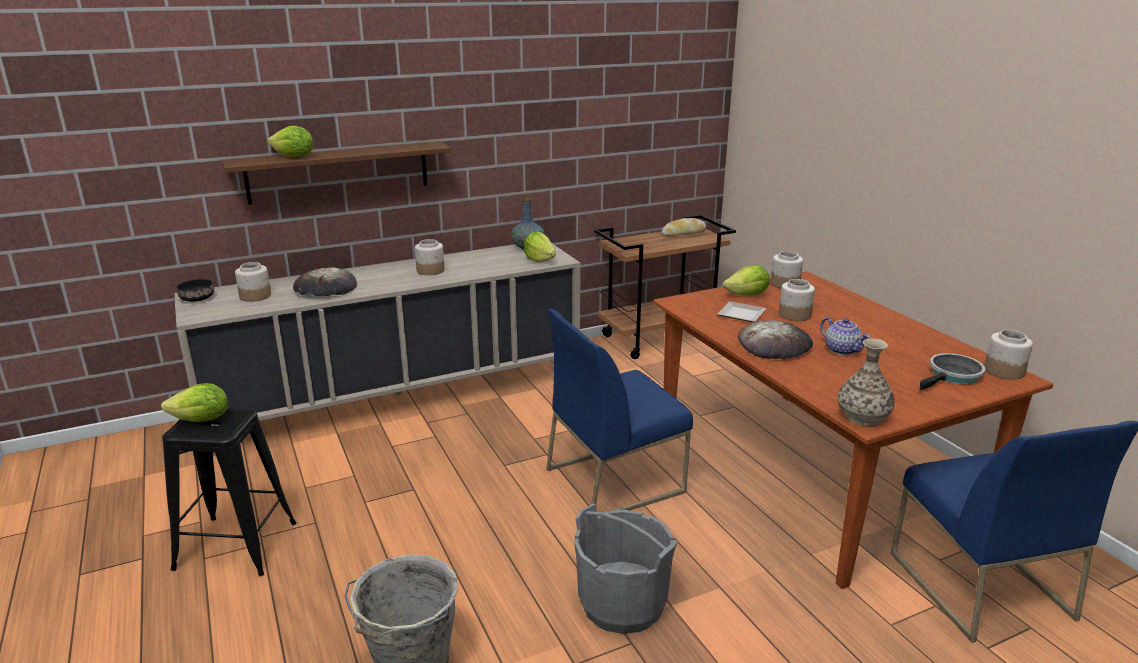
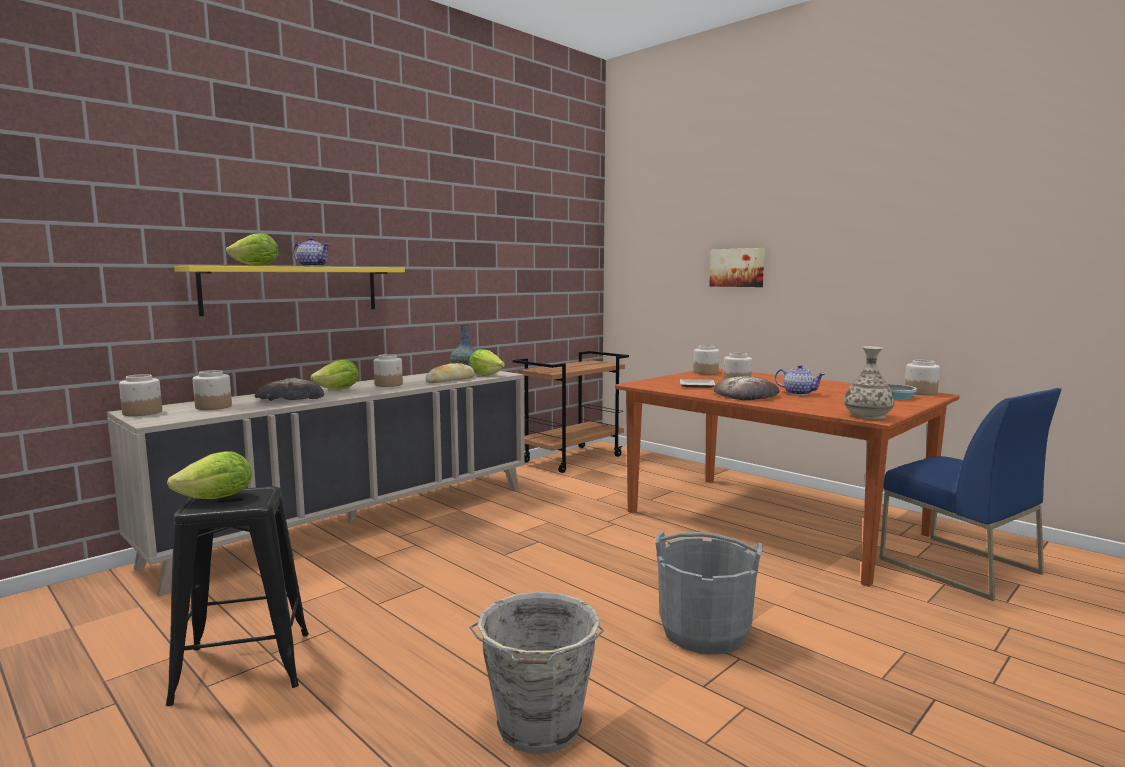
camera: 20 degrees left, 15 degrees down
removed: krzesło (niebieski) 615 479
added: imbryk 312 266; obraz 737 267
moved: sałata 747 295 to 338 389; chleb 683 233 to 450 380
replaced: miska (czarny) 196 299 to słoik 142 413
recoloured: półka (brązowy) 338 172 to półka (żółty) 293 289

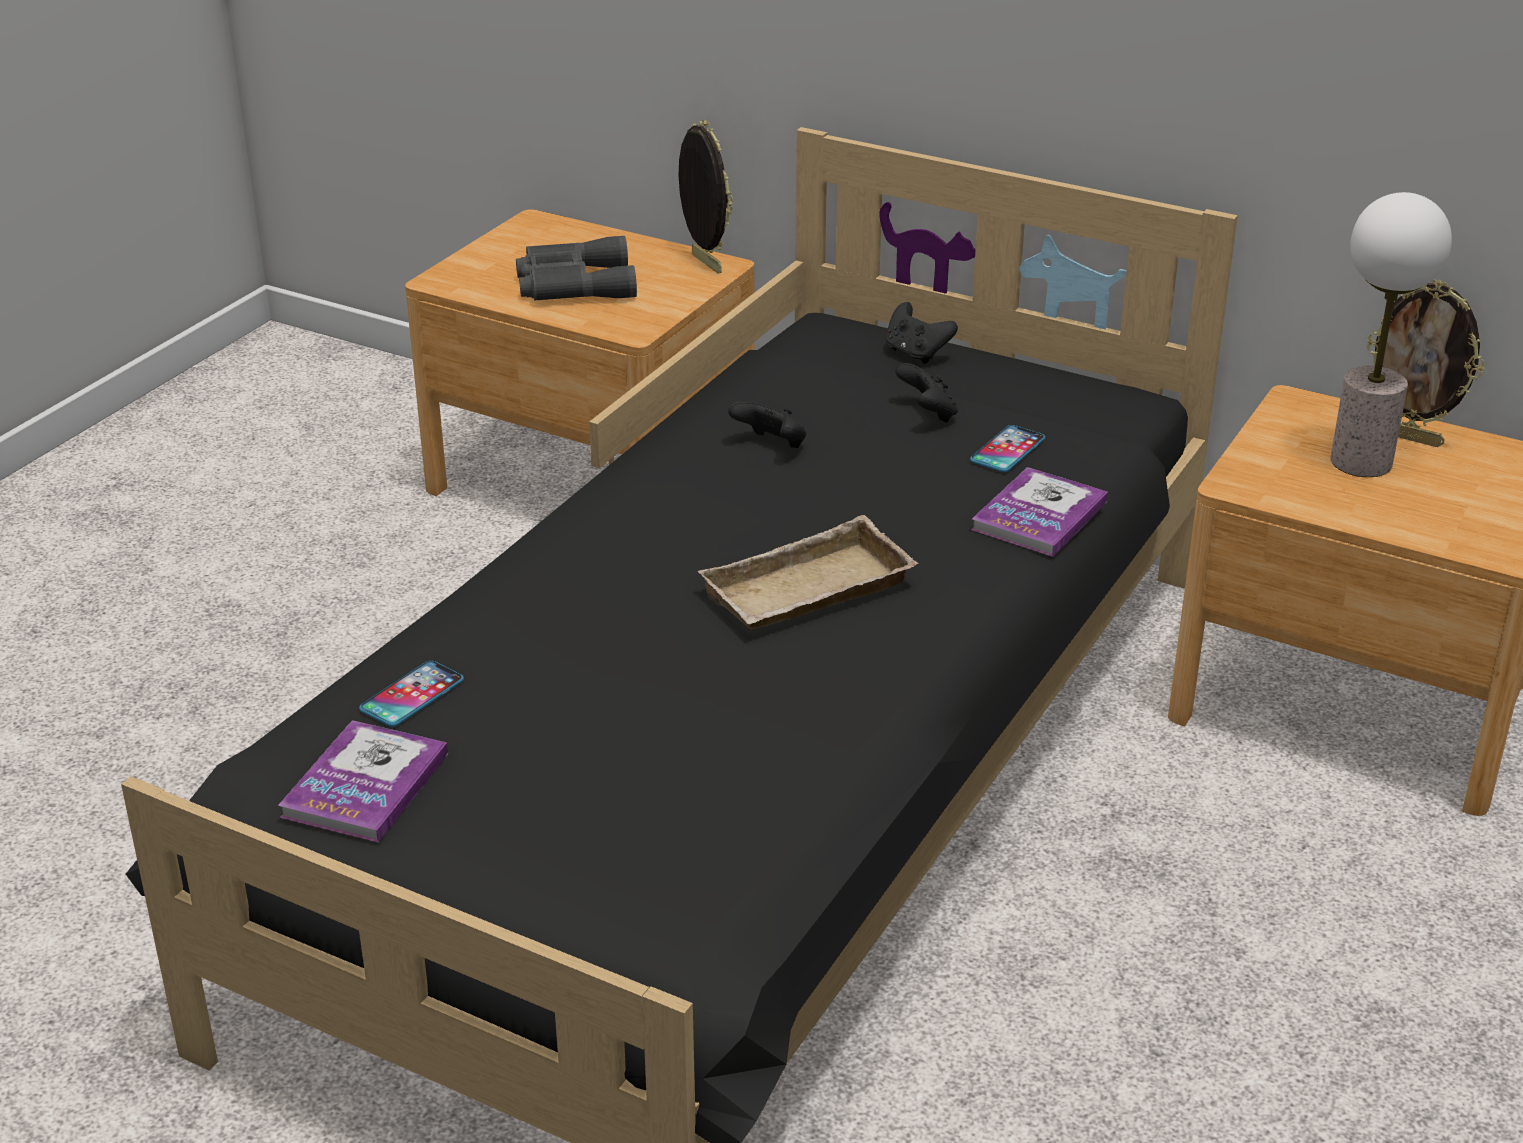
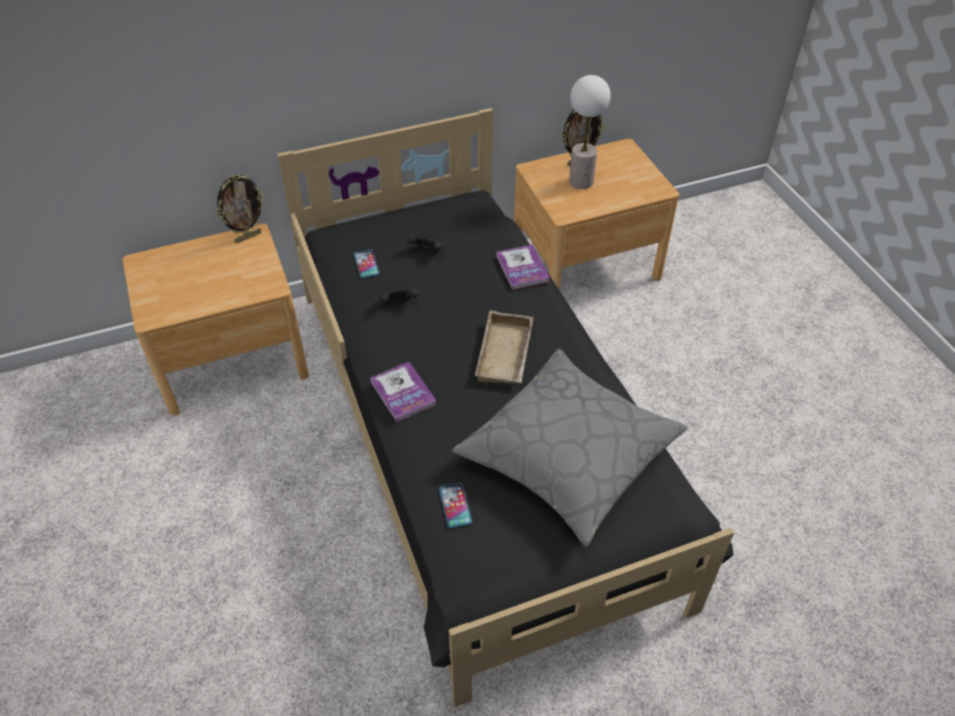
camera: 50 degrees left, 15 degrees up
removed: lornetka (szary) 572 284; pad do gier (czarny) 916 353
added: poduszka (szary) 569 454
moved: telefon 1007 450 to 366 264; książka 365 785 to 403 393
turned: ramka na zdjęcie 704 264 = 248 237 135 degrees clockwise

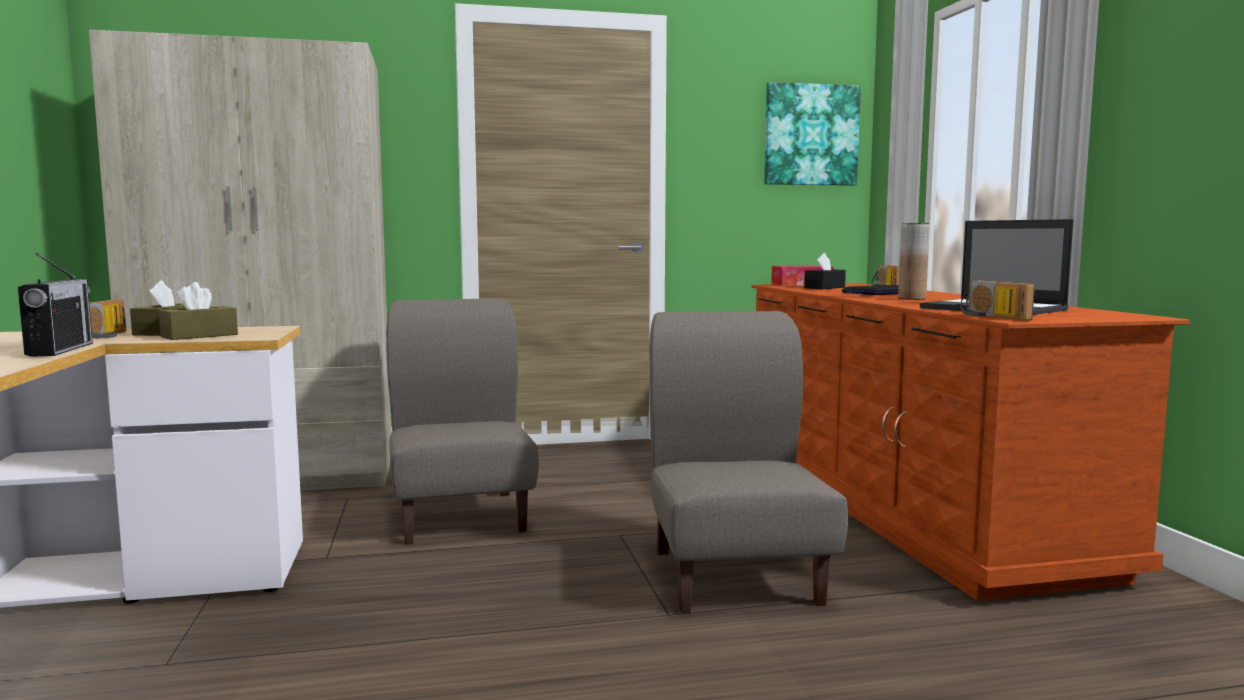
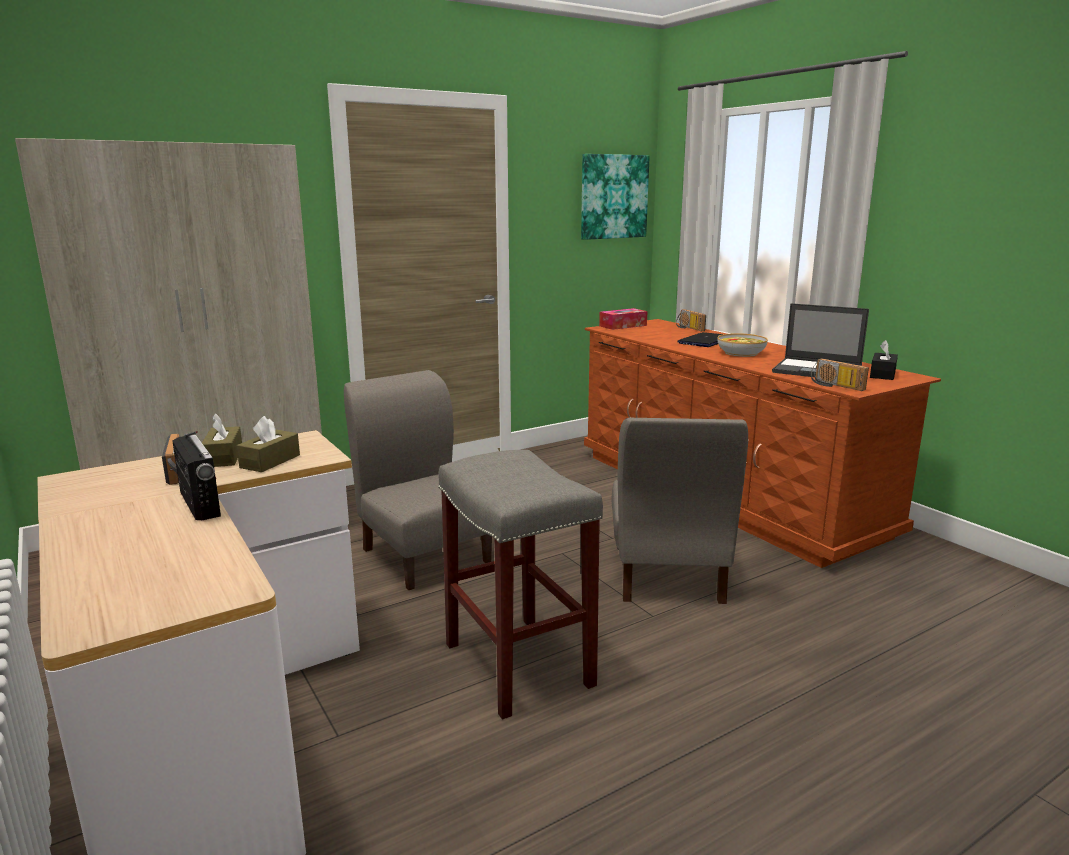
camera: 20 degrees left, 10 degrees up
added: stołek (szary) 520 665
moved: pudełko chusteczek (czarny) 824 287 to 882 374
replaced: wazon (brązowy) 911 298 to miska 741 353
turned: krzesło (szary) 735 575 = 668 575 150 degrees counterclockwise

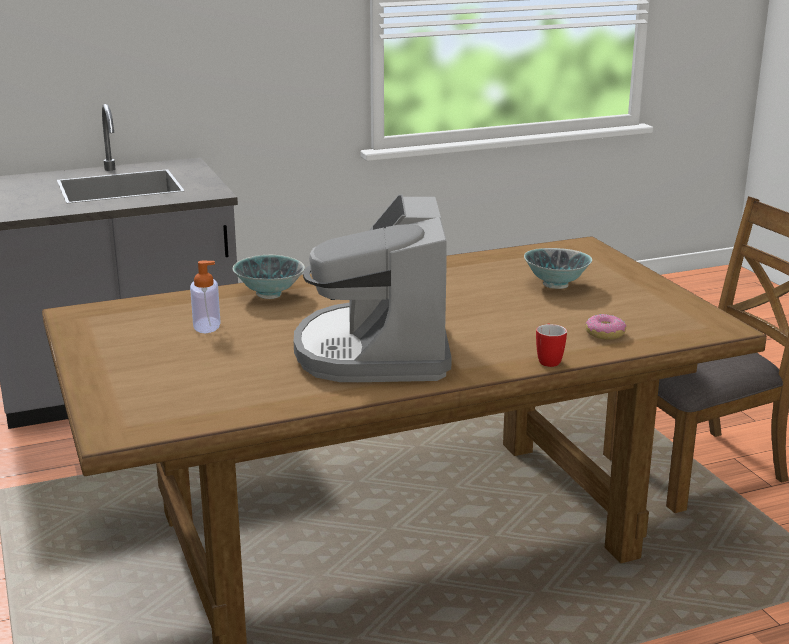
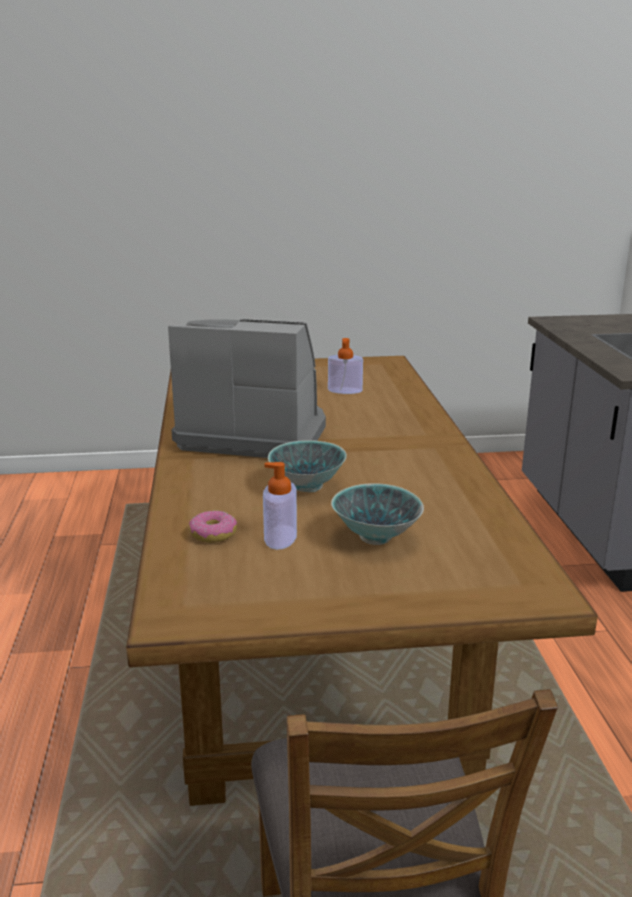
camera: 105 degrees right, 0 degrees up
removed: kubek 548 360
added: dozownik mydła 280 537
moved: miska 269 295 to 307 486

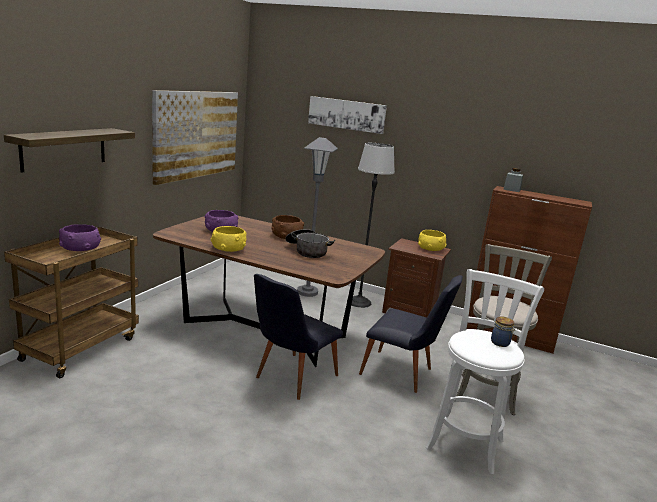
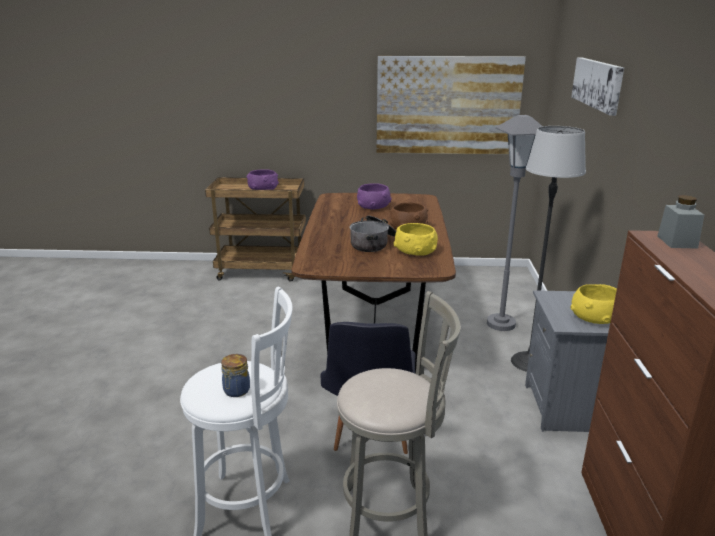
camera: 70 degrees right, 5 degrees up
removed: półka 64 149; krzesło (czarny) 290 378
moved: miska (żółty) 228 249 to 415 251
recoloured: szafka nocna (brązowy) 410 311 to szafka nocna (szary) 564 408

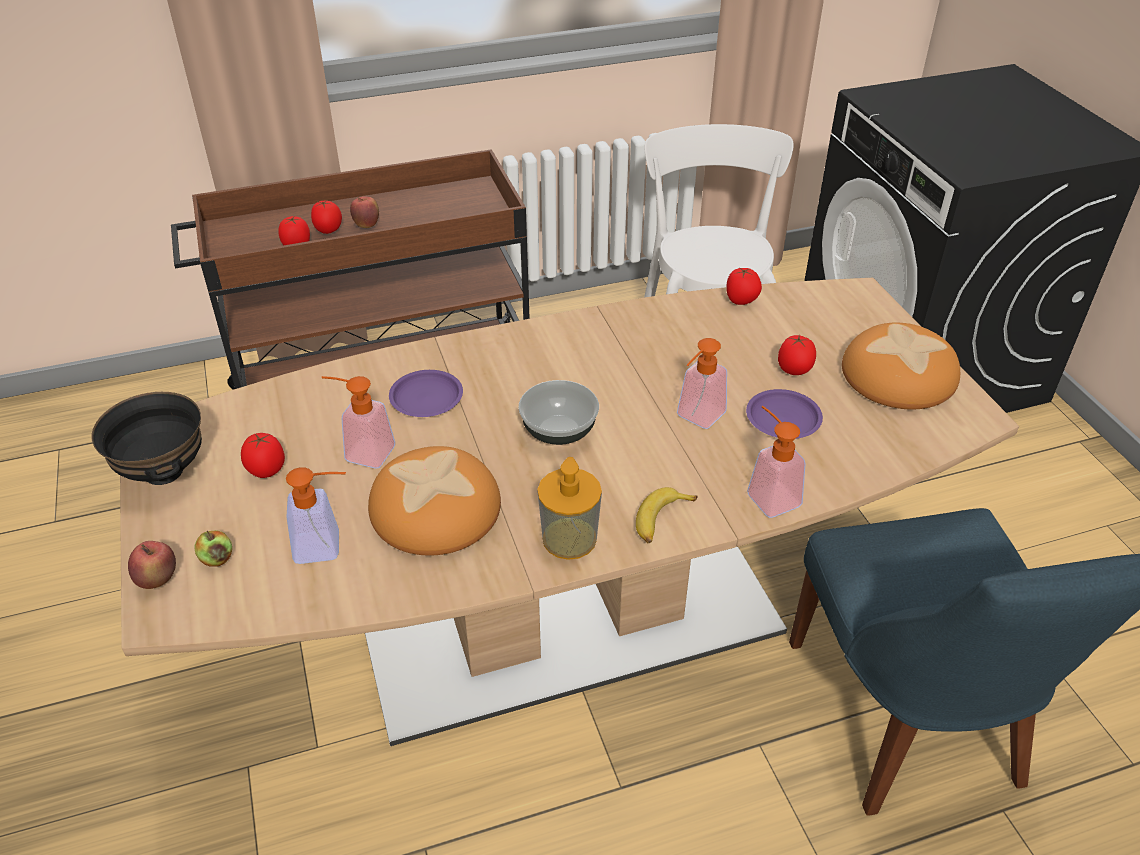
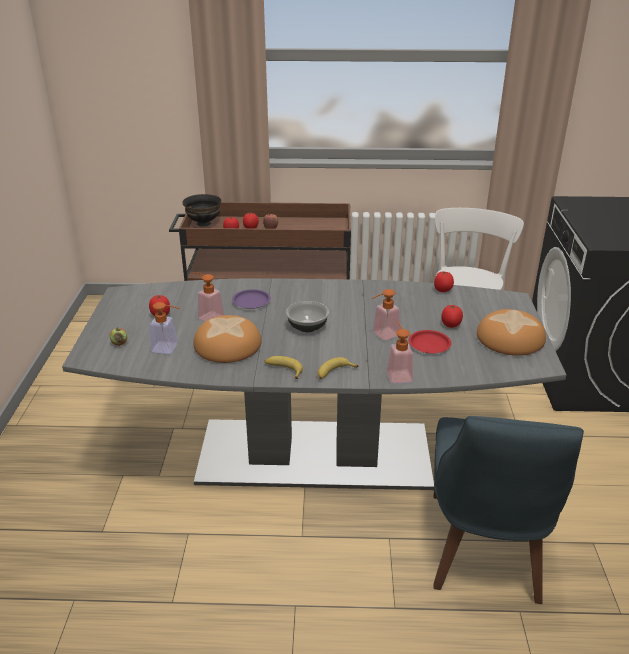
camera: 20 degrees right, 10 degrees down
removed: jabłko 158 580
moved: miska (czarny) 162 472 to 203 223
replaced: dozownik mydła 569 538 to banan 283 370
recoloured: stół jadalny (brązowy) 568 622 to stół jadalny (szary) 313 454; talerz (fioletowy) 783 418 to talerz (czerwony) 429 344

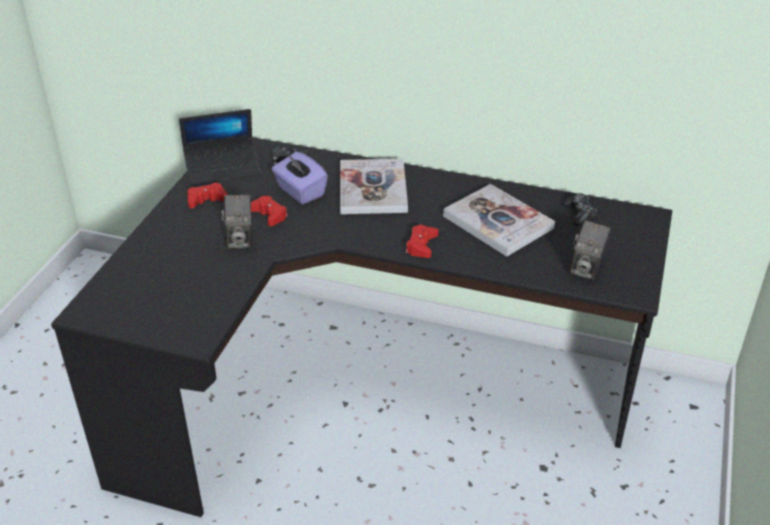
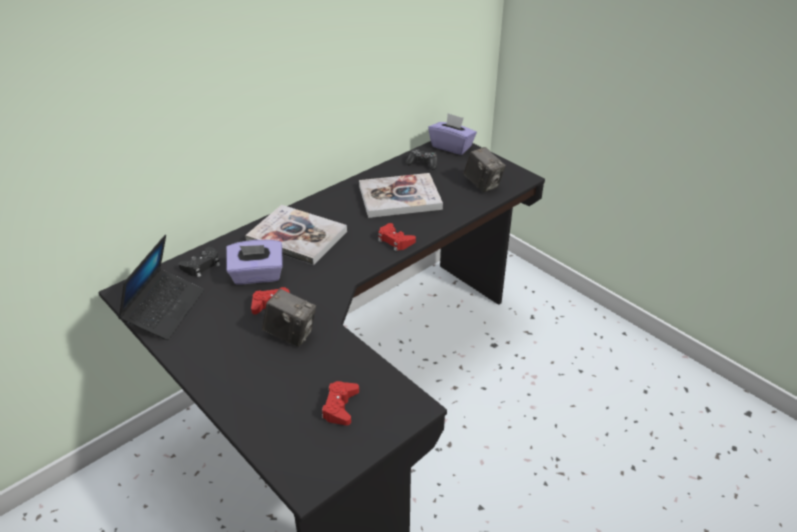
camera: 60 degrees left, 0 degrees up
added: pudełko chusteczek (fioletowy) 451 147
moved: pad do gier (czerwony) 206 200 to 340 407

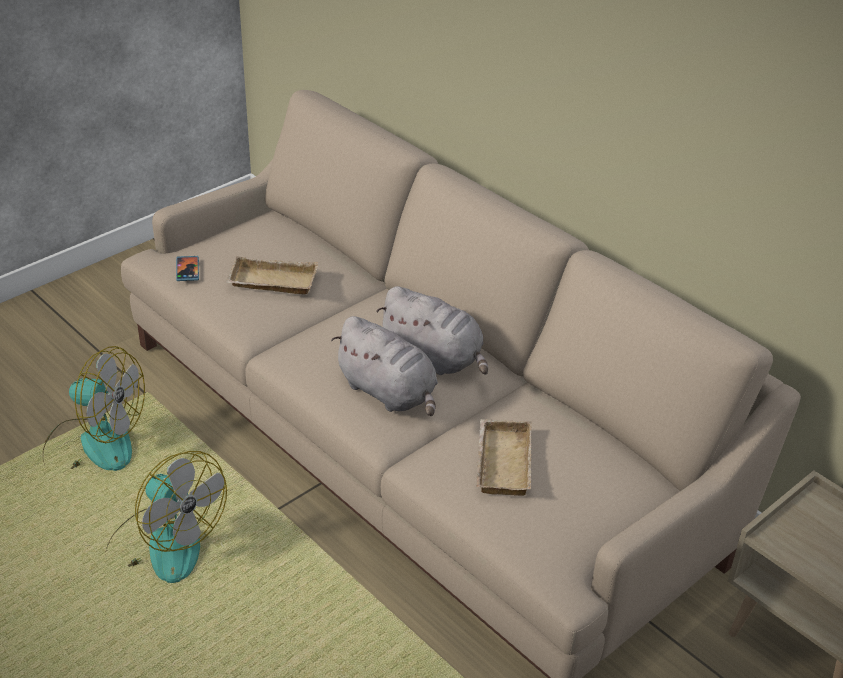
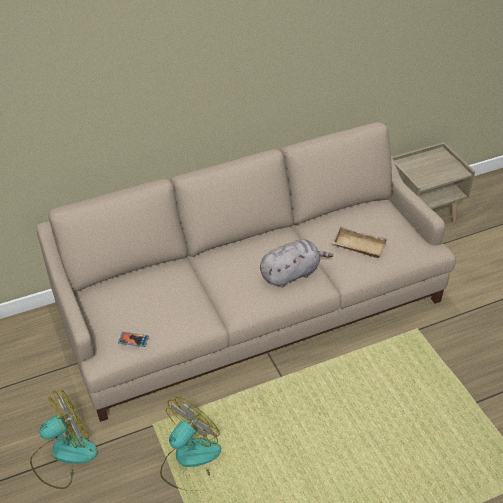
camera: 70 degrees left, 5 degrees up
removed: taca (beżowy) 271 283; pluszak (szary) 435 358
moved: wentylator 164 543 to 63 454

